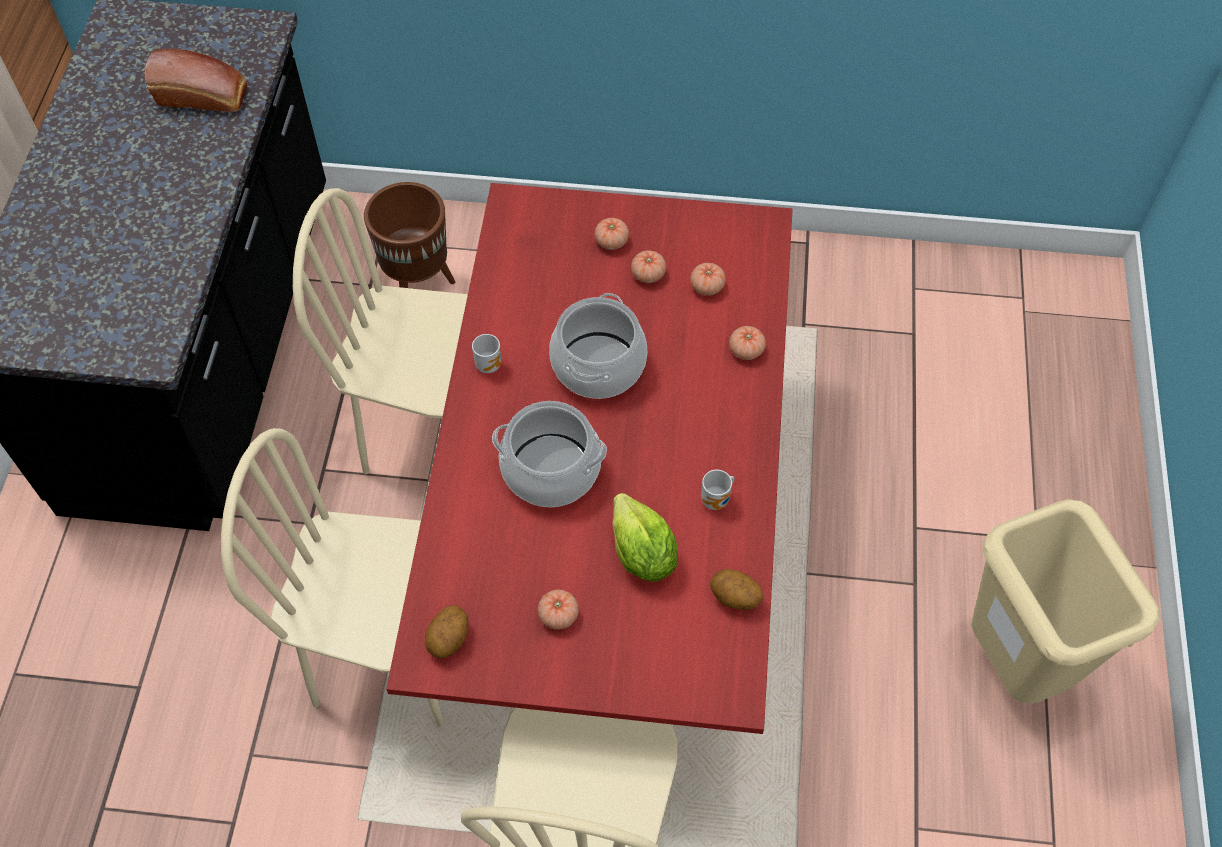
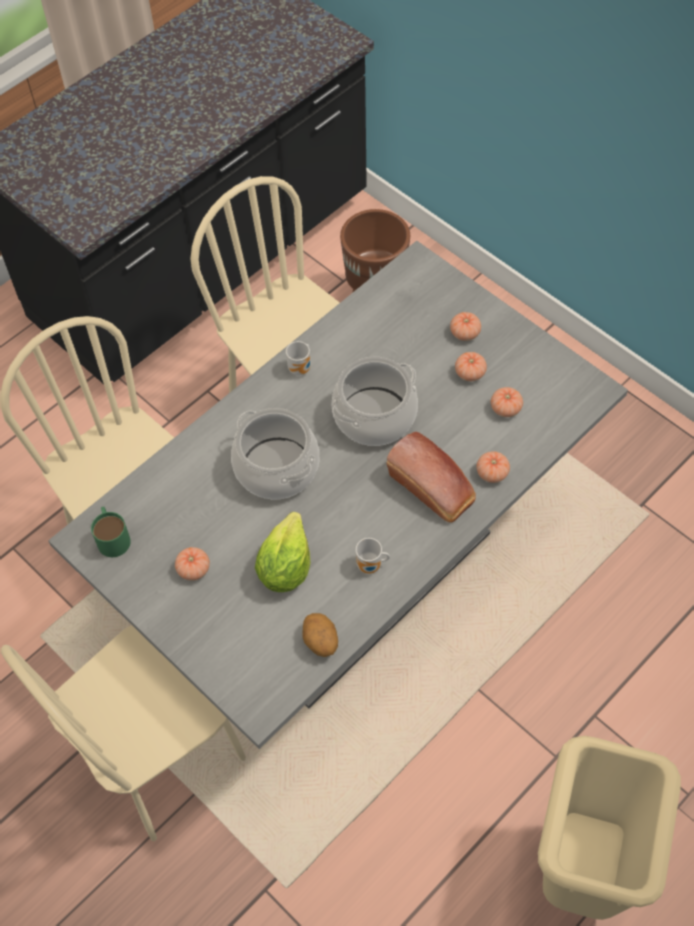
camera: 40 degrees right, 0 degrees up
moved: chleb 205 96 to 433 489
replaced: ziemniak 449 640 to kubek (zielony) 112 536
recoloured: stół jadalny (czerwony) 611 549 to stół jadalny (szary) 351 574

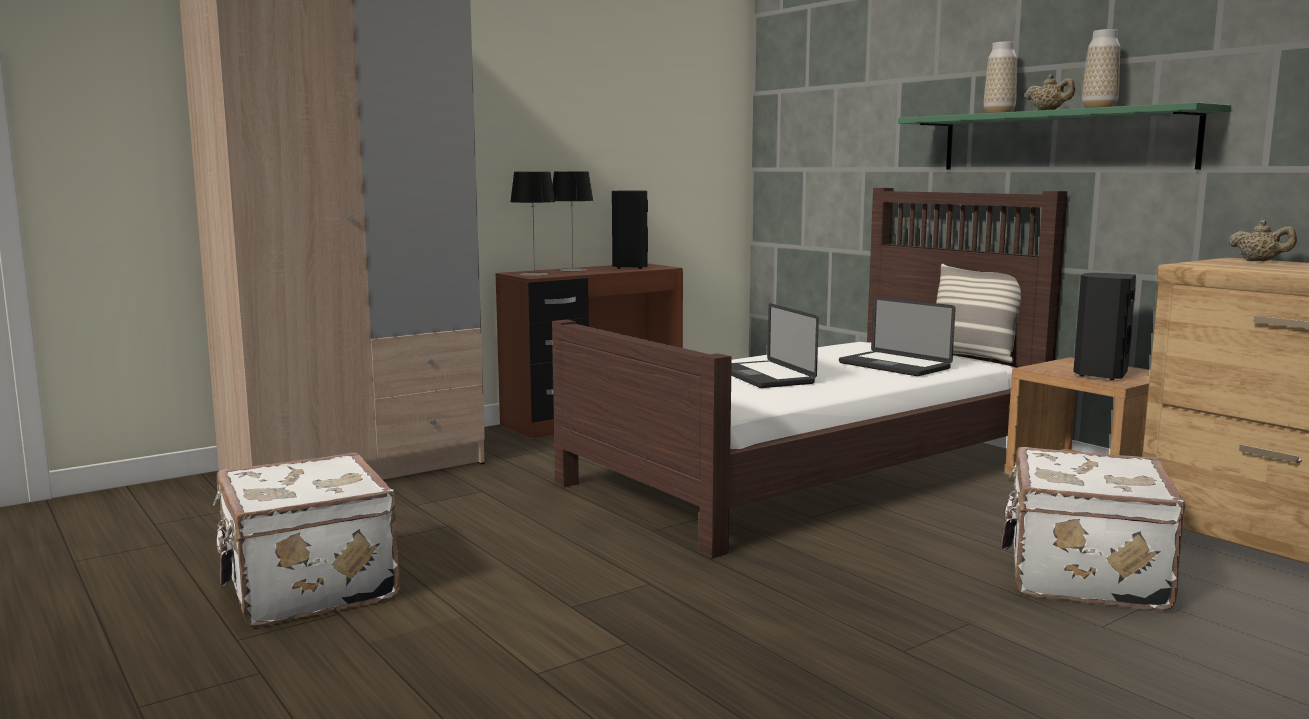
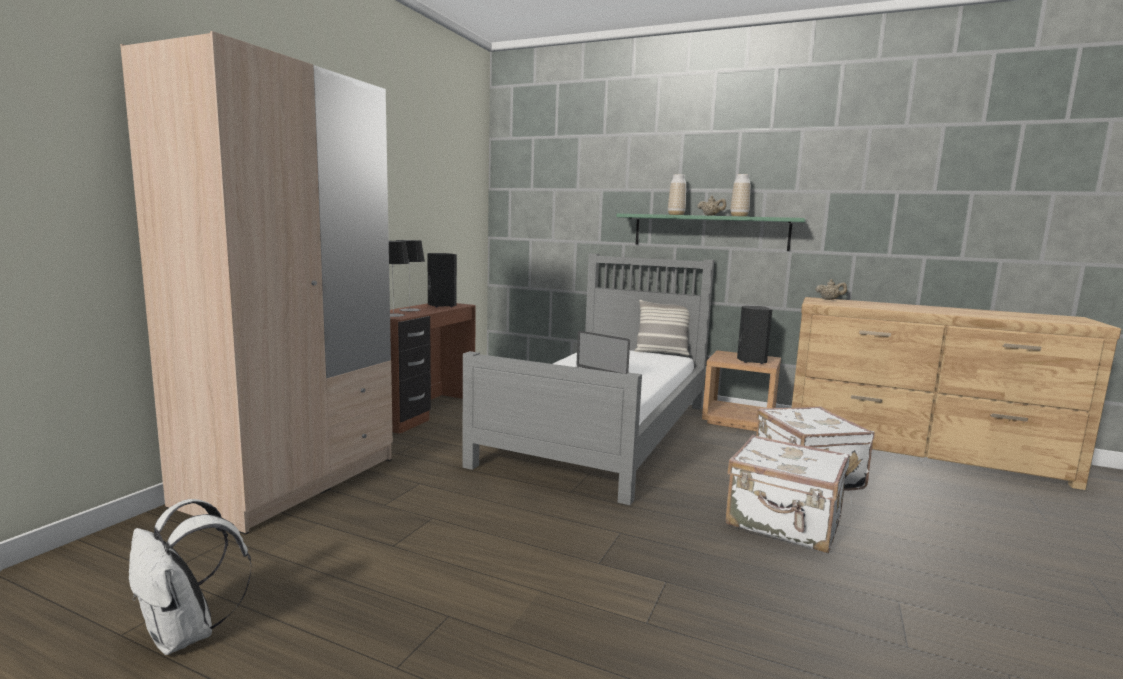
camera: 30 degrees left, 0 degrees up
removed: laptop 894 366
added: plecak (biały) 186 635
moved: walizka (biały) 306 587 to 784 523
recoloured: łóżko (brązowy) 812 471 to łóżko (szary) 602 432

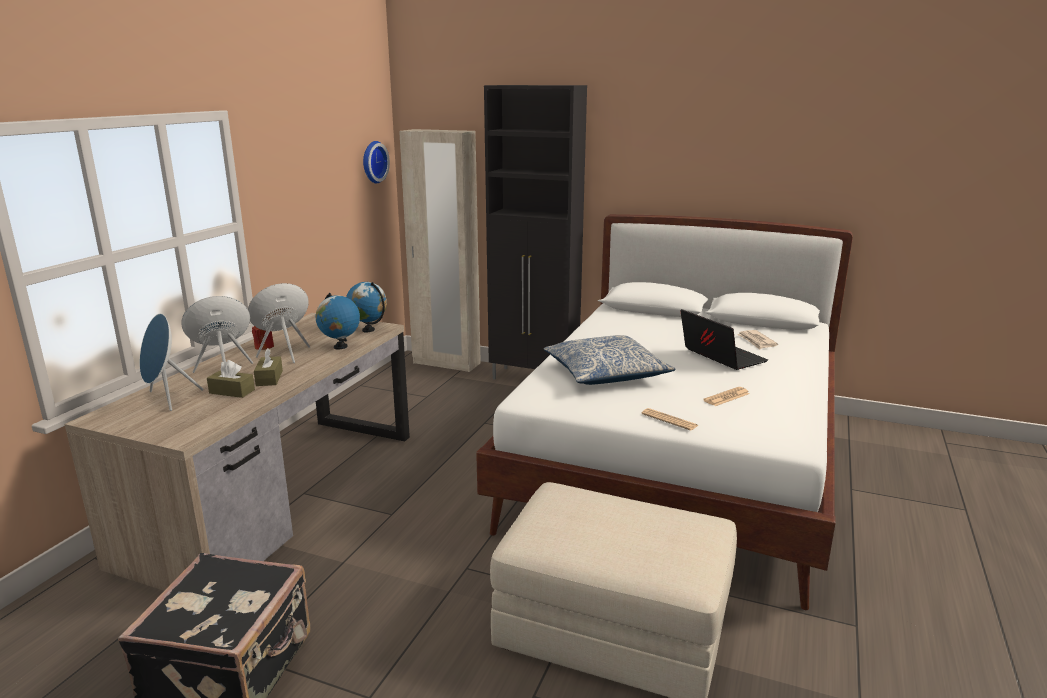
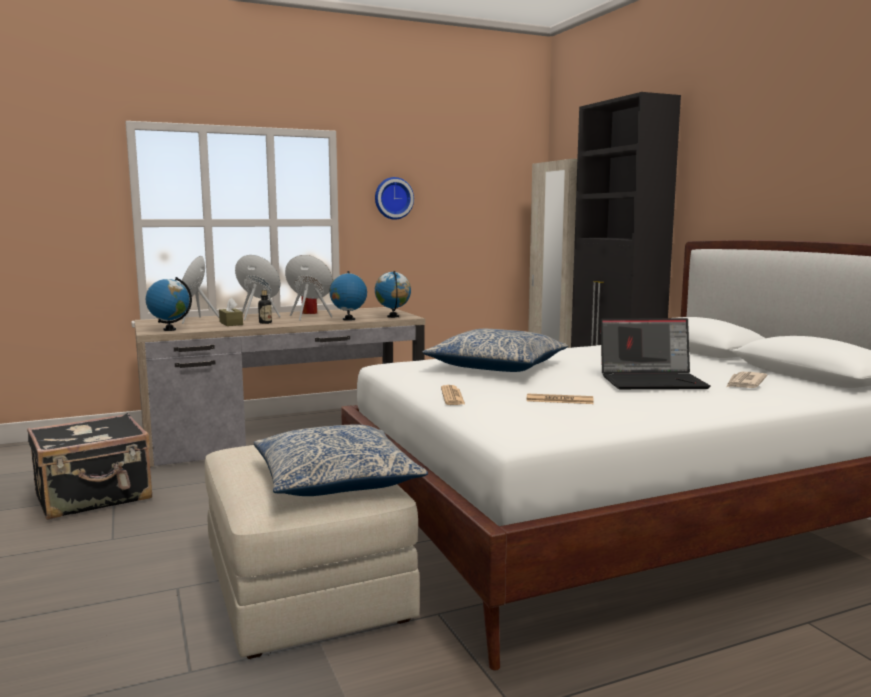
camera: 45 degrees right, 10 degrees down
added: globus 169 330; poduszka 335 479
moved: zegar ścienny 372 162 to 393 198
replaced: pudełko chusteczek (brązowy) 269 378 to butelka 265 323
turned: laptop 720 356 = 653 381 75 degrees clockwise

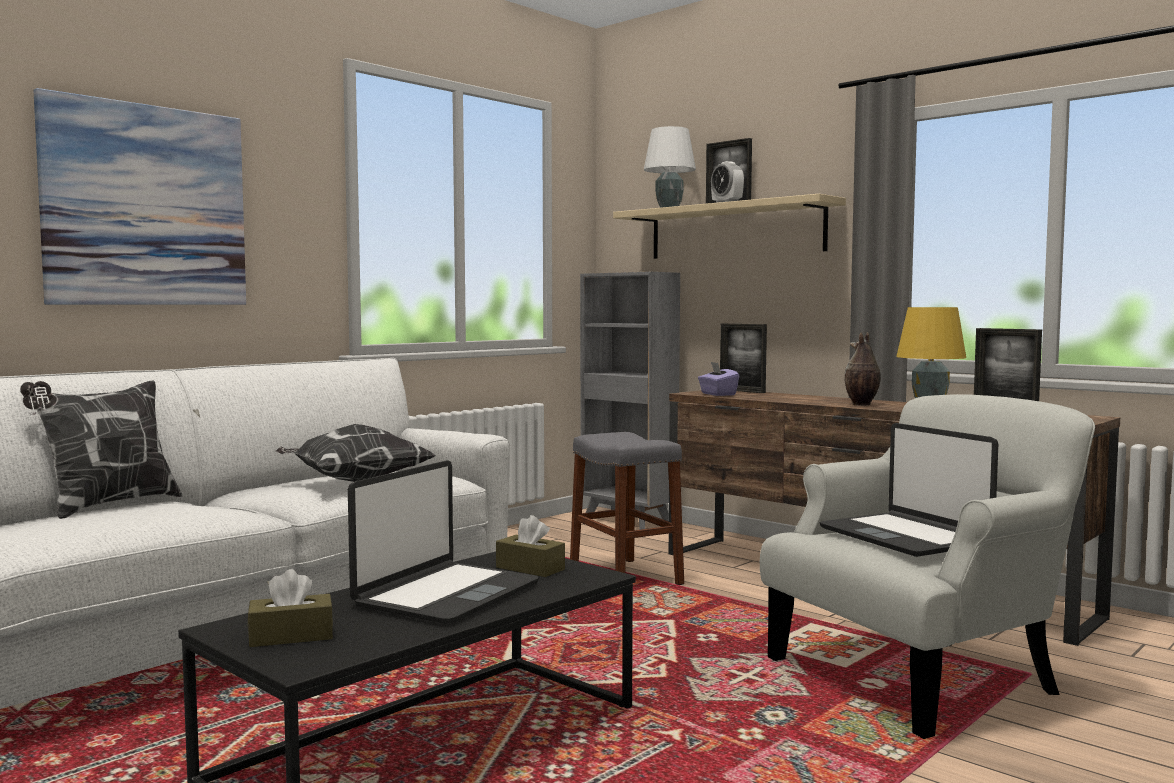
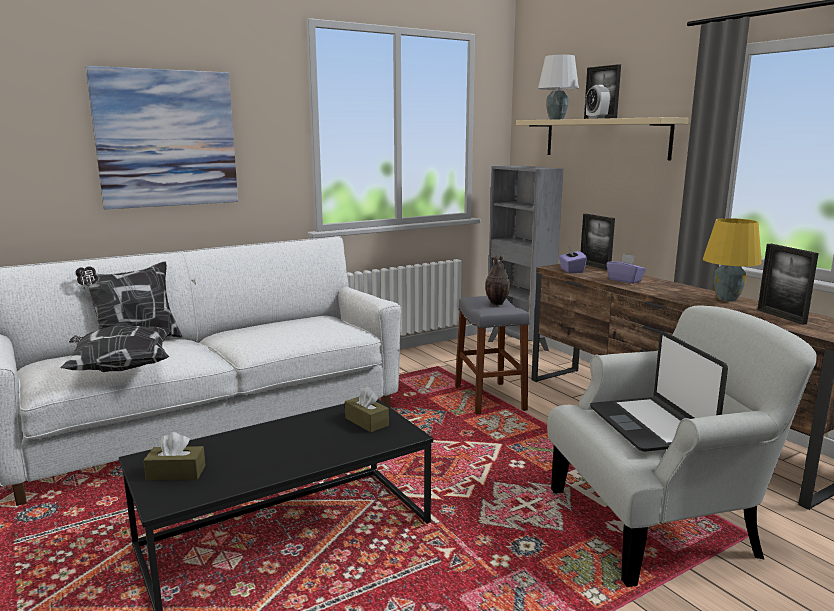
camera: 15 degrees right, 10 degrees up
removed: laptop 446 595
added: pudełko chusteczek (fioletowy) 625 280
moved: poduszka 354 482 to 120 369; wazon 861 404 to 496 304

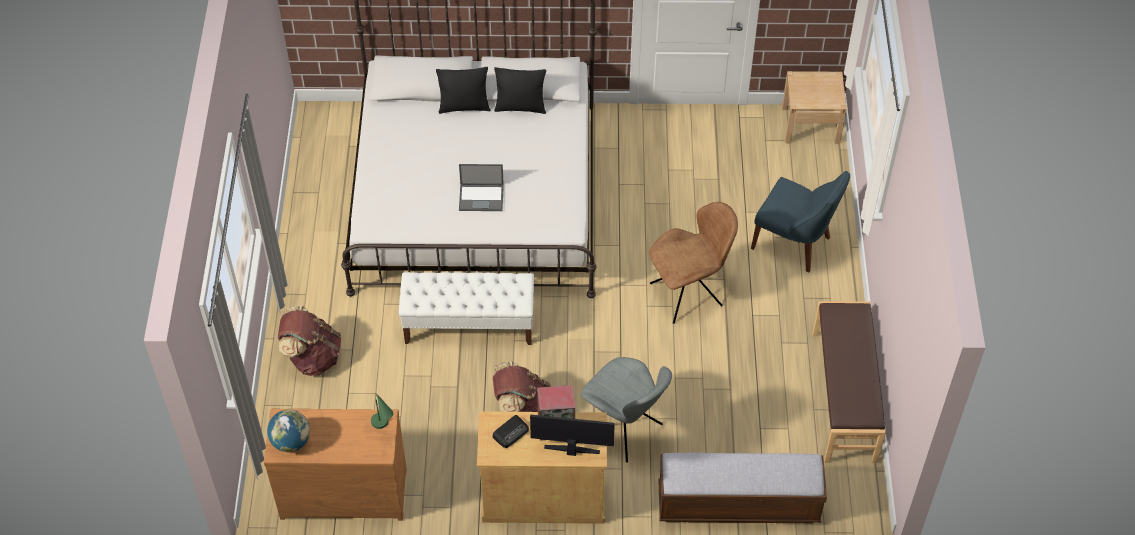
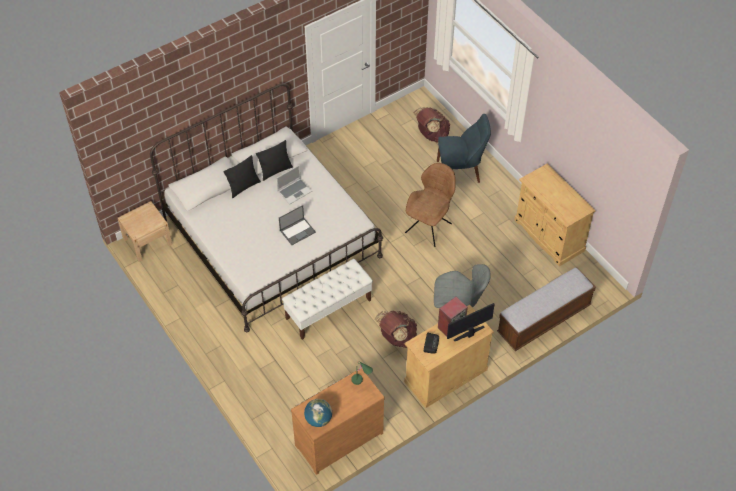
camera: 35 degrees left, 0 degrees up
added: laptop 294 191
moved: szafka nocna (beżowy) 810 124 to 147 242; plecak (brązowy) 312 357 to 431 135
replaced: ławka (brązowy) 844 396 to szafka (beżowy) 549 235

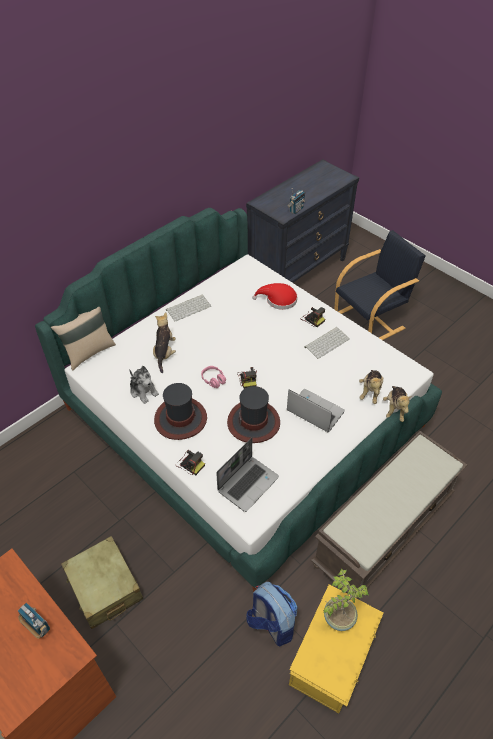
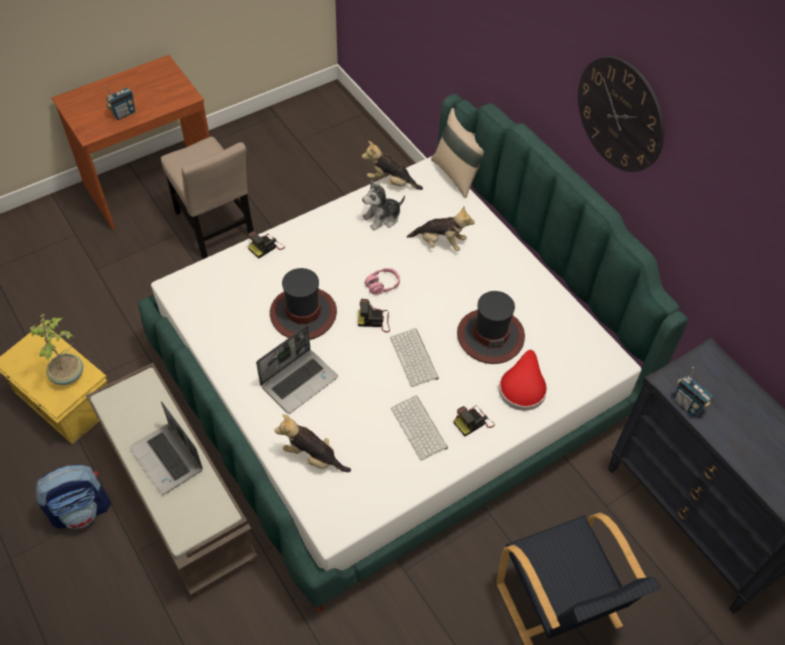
camera: 100 degrees right, 5 degrees up
added: zegar ścienny 620 114
moved: plecak 271 623 to 82 510; laptop 248 483 to 168 459; pluszak 395 409 to 391 182; klawiatura 188 307 to 415 358; kapelusz 180 419 to 490 336
replaced: walizka (beżowy) 104 587 to krzesło (beżowy) 215 228

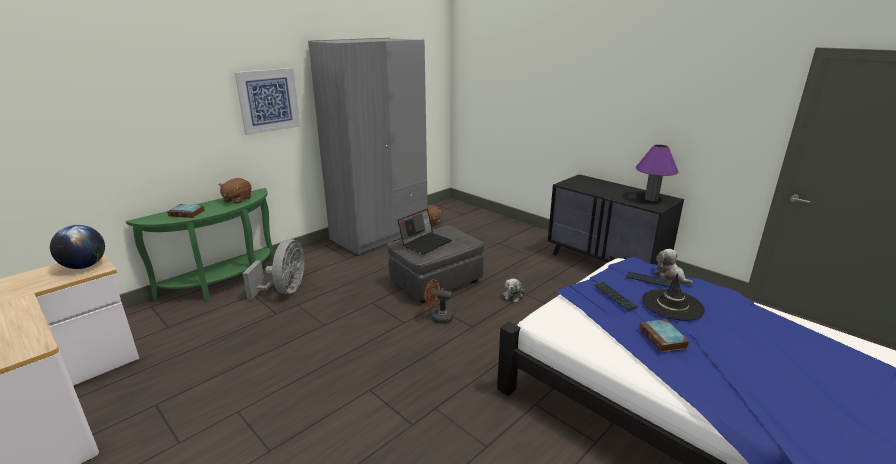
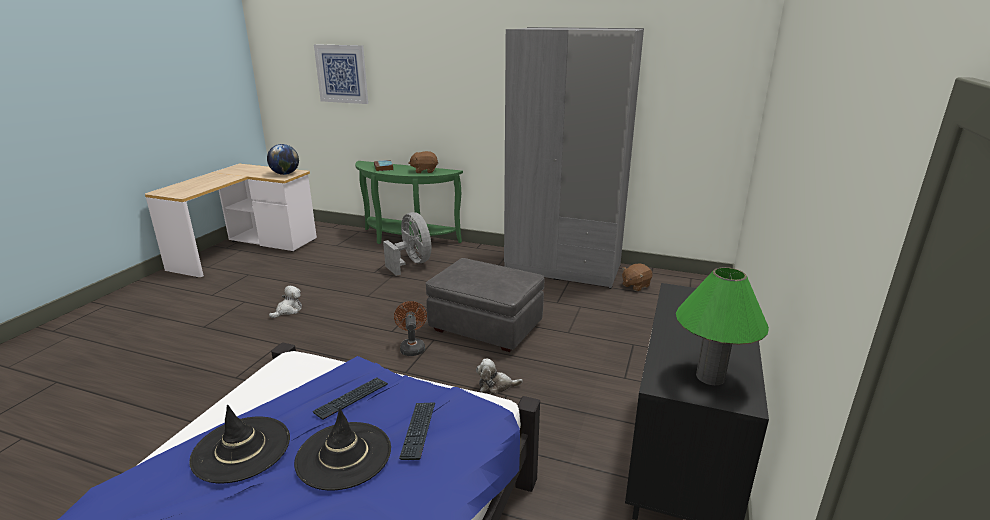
camera: 65 degrees right, 0 degrees up
removed: laptop 425 243
moved: pluszak 670 276 to 288 310; obraz 268 100 to 342 74
replaced: książka 663 339 to kapelusz (czarny) 241 449
recoloured: lampa stołowa (fioletowy) 651 199 to lampa stołowa (zielony) 710 377
turned: wentylator (szary) 284 290 = 412 263 105 degrees counterclockwise

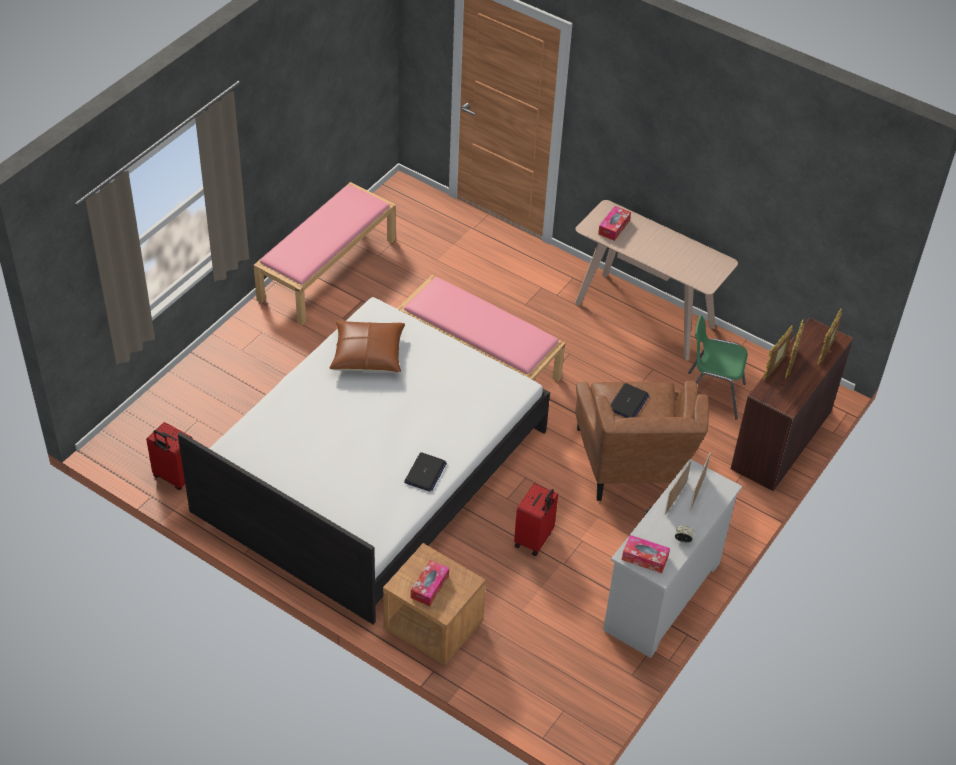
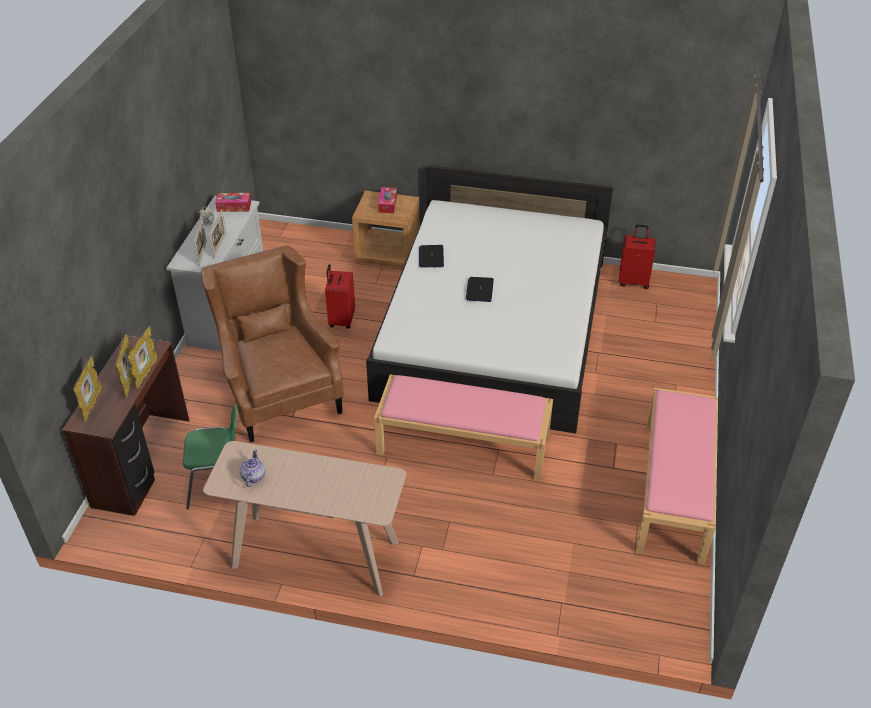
camera: 160 degrees right, 5 degrees down
removed: poduszka (brązowy) 367 354; pudełko chusteczek 614 227
added: imbryk 253 477
moved: laptop 628 402 to 479 290

